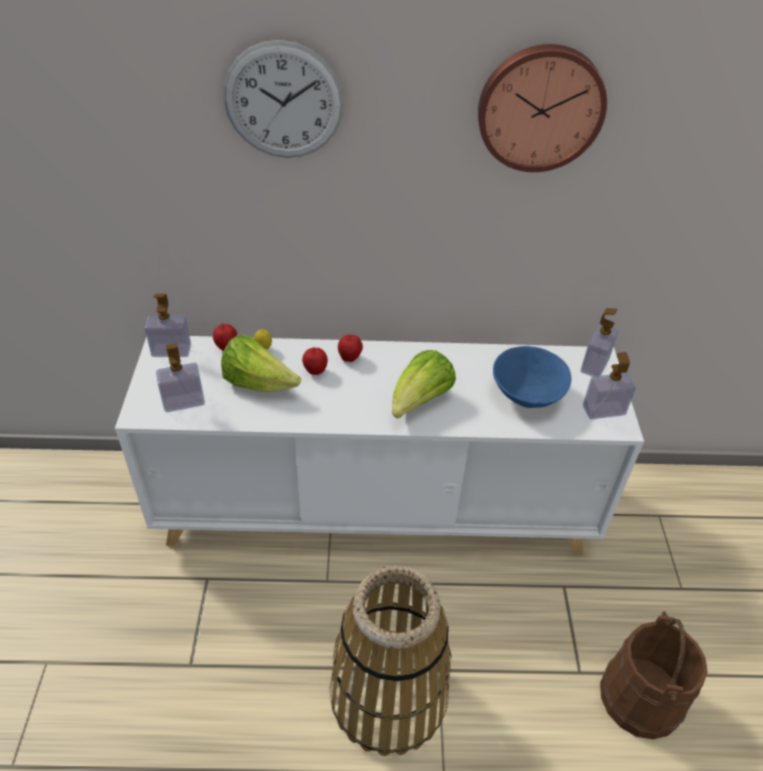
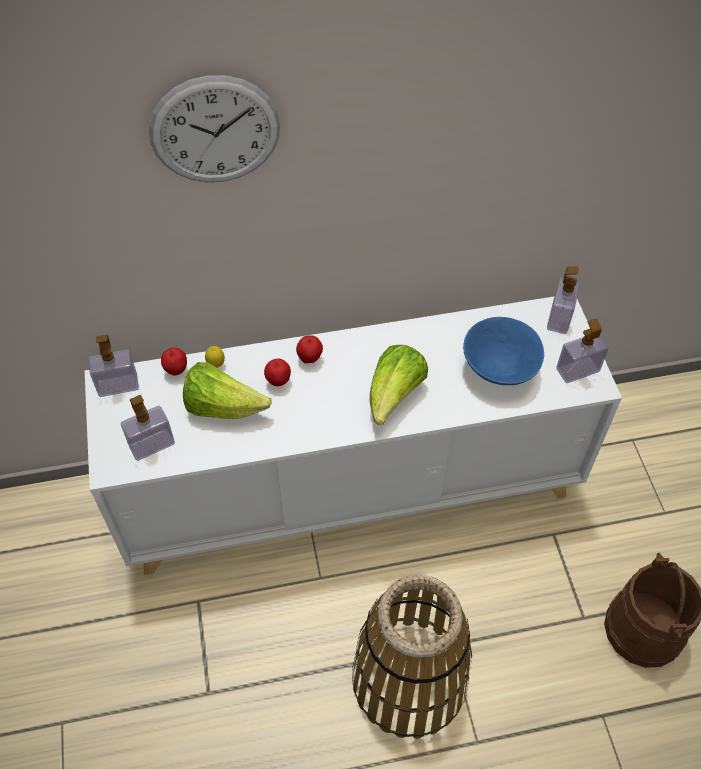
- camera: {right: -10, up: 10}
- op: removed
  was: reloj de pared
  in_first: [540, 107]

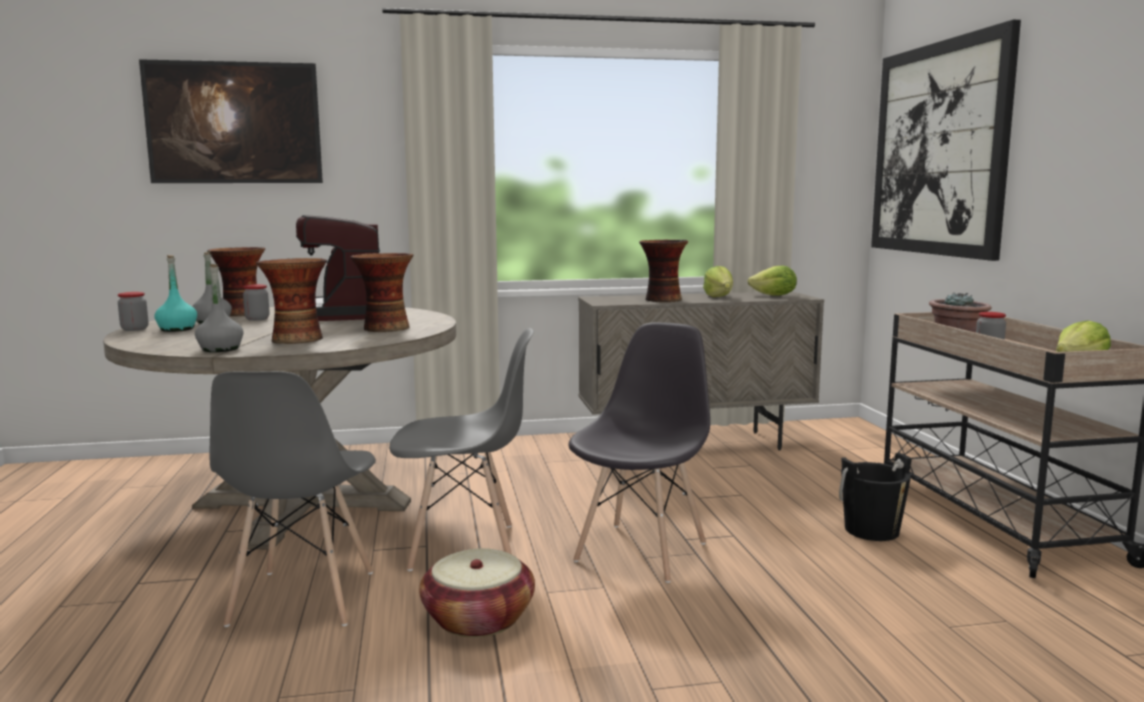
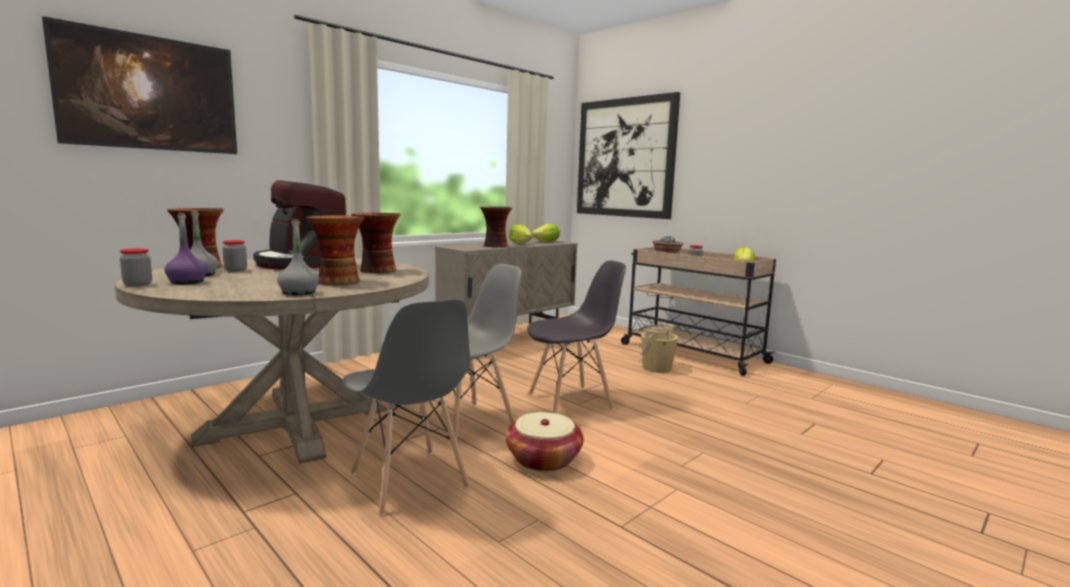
- camera: {right: -35, up: 0}
- op: recoloured
  was: botella (turquesa)
  now: botella (morado)
  in_first: [177, 329]
  in_second: [187, 282]
- op: turned
  was: silla (gris)
  in_first: [641, 551]
  in_second: [571, 401]
  clockwise: 75
- op: recoloured
  was: cubo (negro)
  now: cubo (beis)
  in_first: [871, 530]
  in_second: [657, 368]

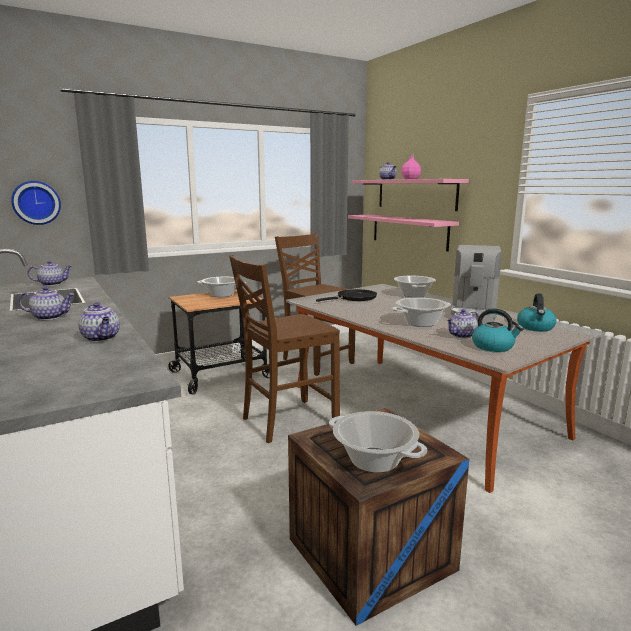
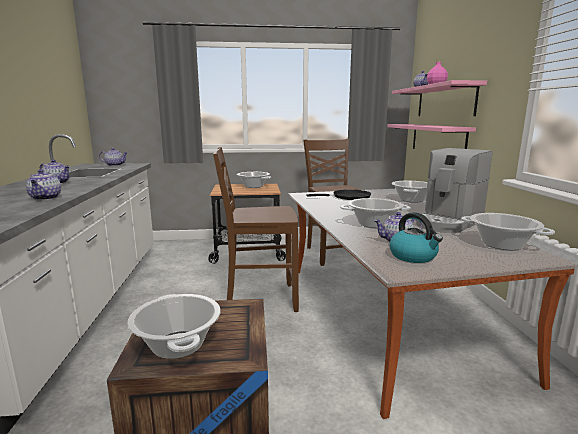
- camera: {right: 25, up: 0}
- op: removed
  was: reloj de pared
  in_first: [36, 202]
- op: replaced
  was: hervidor
  now: olla
  in_first: [535, 327]
  in_second: [502, 244]

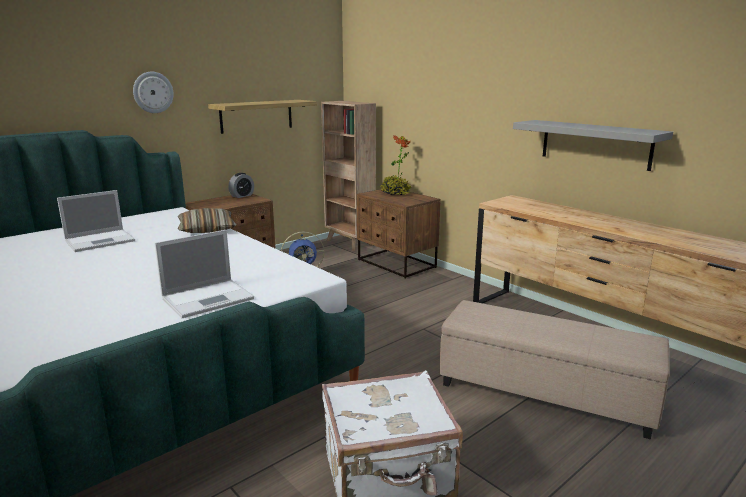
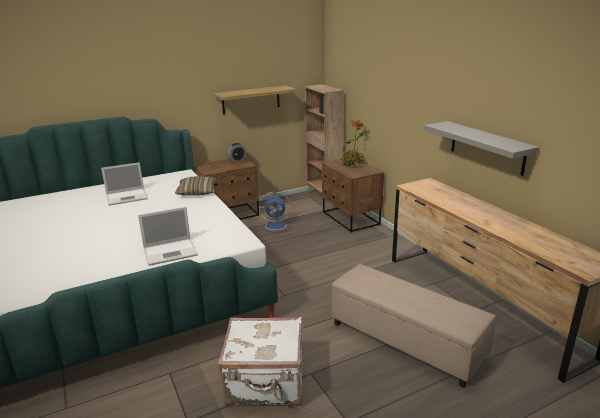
- camera: {right: 15, up: 5}
- op: removed
  was: reloj de pared
  in_first: [153, 92]

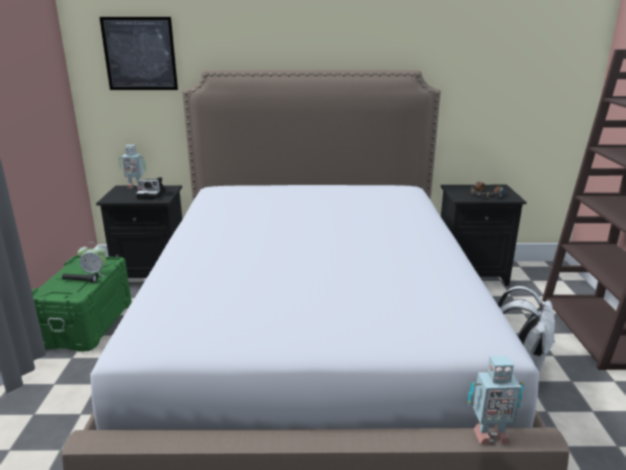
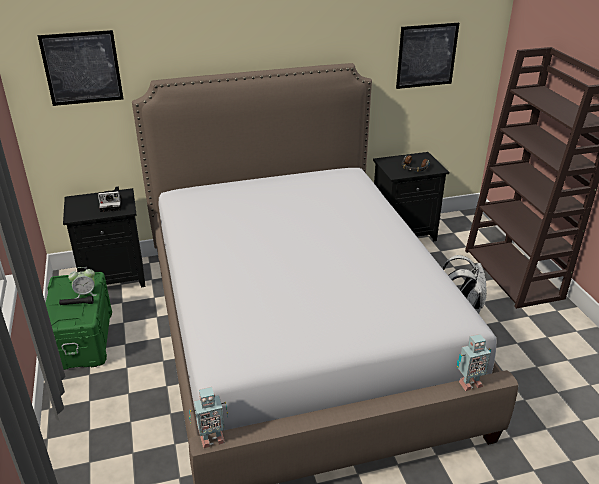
- camera: {right: -15, up: 10}
- op: moved
  was: robot de juguete
  in_first: [135, 186]
  in_second: [211, 439]
- op: added
  now: cuadro
  in_second: [426, 55]

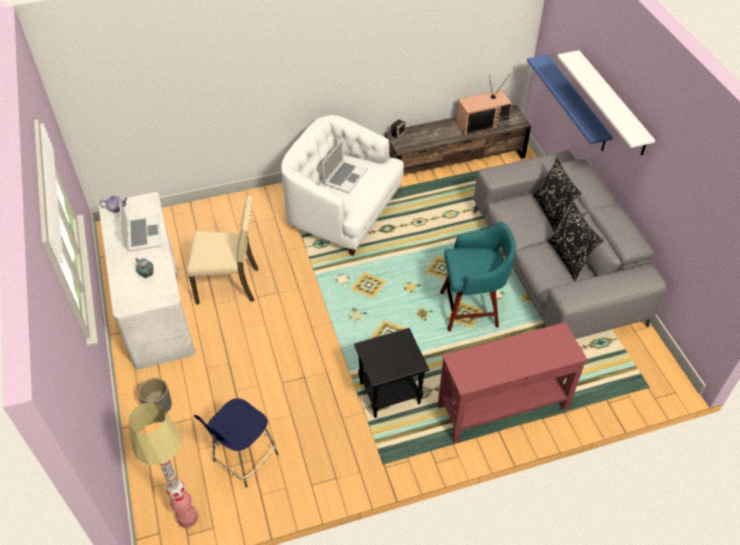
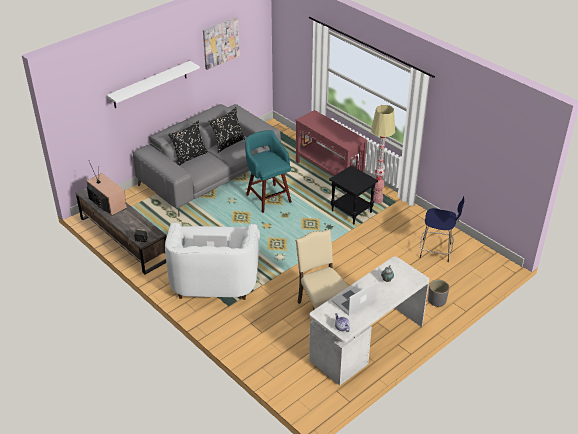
- camera: {right: -115, up: -10}
- op: removed
  was: estante (azul)
  in_first: [576, 103]
- op: moved
  was: lámpara de pie
  in_first: [187, 518]
  in_second: [377, 200]
- op: added
  now: cuadro
  in_second: [220, 42]

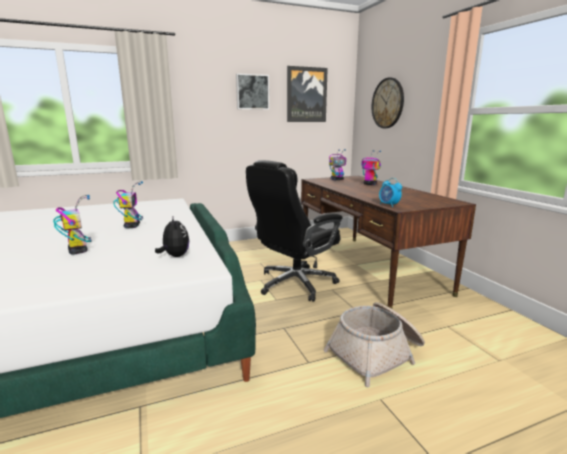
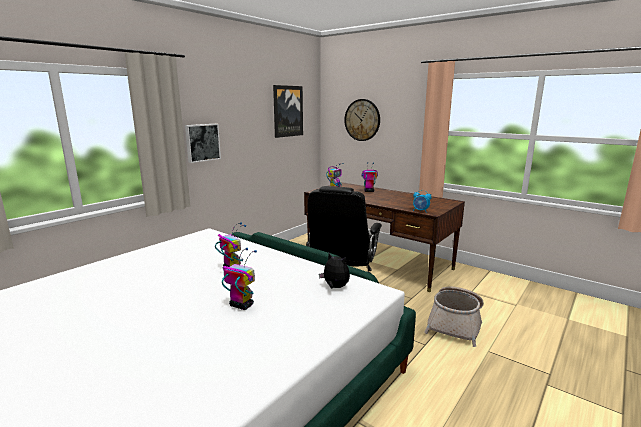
- camera: {right: -30, up: 0}
- op: moved
  was: cuadro
  in_first: [252, 92]
  in_second: [202, 142]

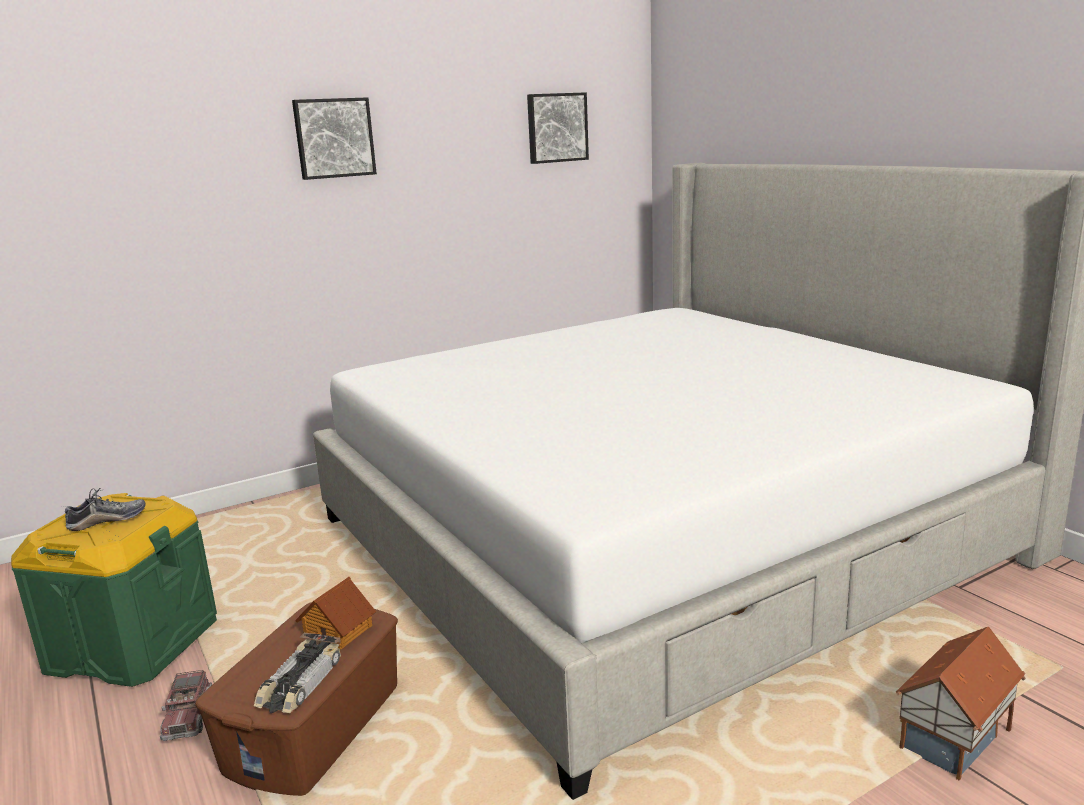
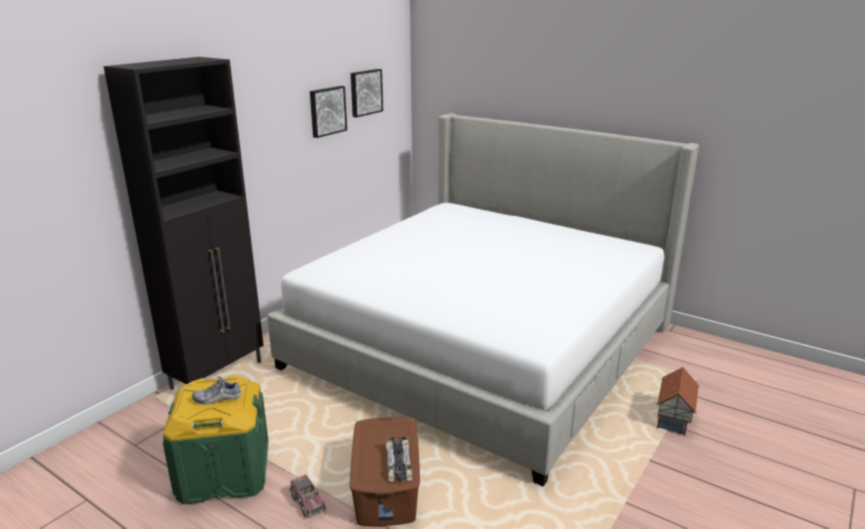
- camera: {right: -25, up: 5}
- op: moved
  was: cuadro
  in_first: [334, 138]
  in_second: [327, 111]
- op: turned
  was: zapato
  in_first: [107, 520]
  in_second: [217, 398]
  clockwise: -135
- op: removed
  was: casita
  in_first: [339, 630]
- op: added
  now: armario (negro)
  in_second: [219, 375]

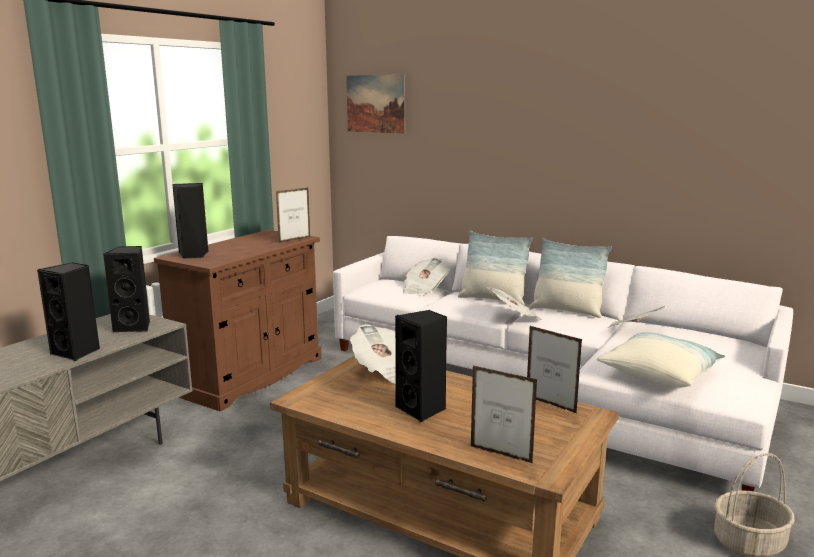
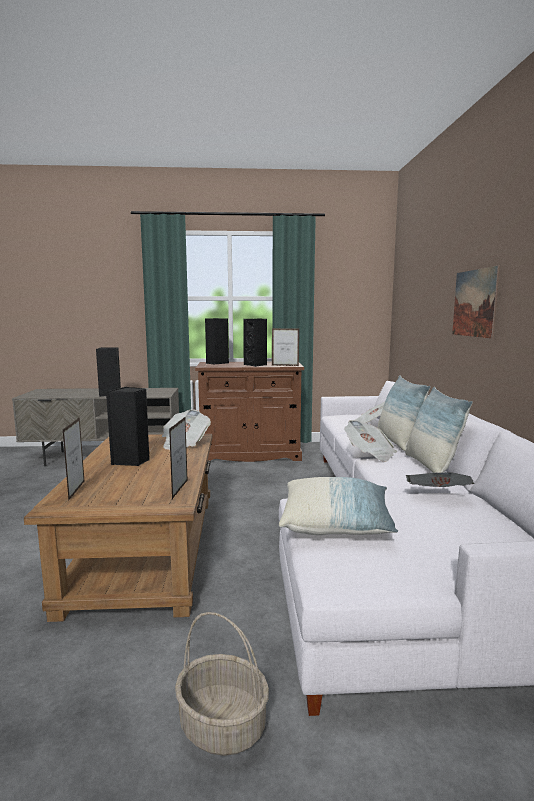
- camera: {right: 55, up: -5}
- op: moved
  was: cuadro
  in_first: [375, 104]
  in_second: [474, 303]
- op: moved
  was: altavoz (negro)
  in_first: [134, 327]
  in_second: [256, 365]

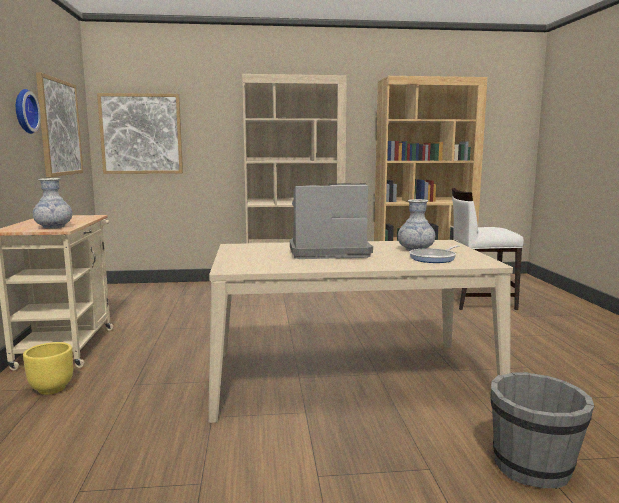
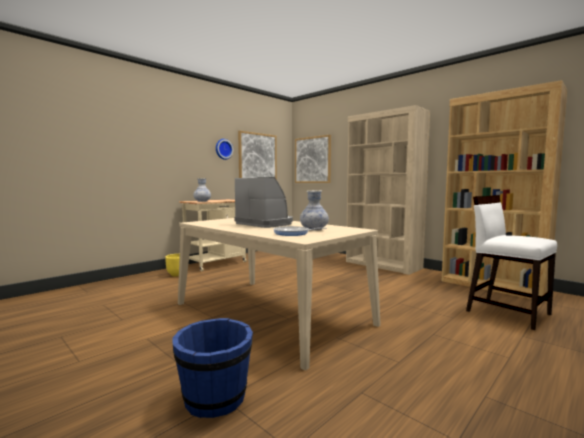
- camera: {right: 50, up: -5}
- op: recoloured
  was: cubo (gris)
  now: cubo (azul)
  in_first: [533, 467]
  in_second: [215, 399]

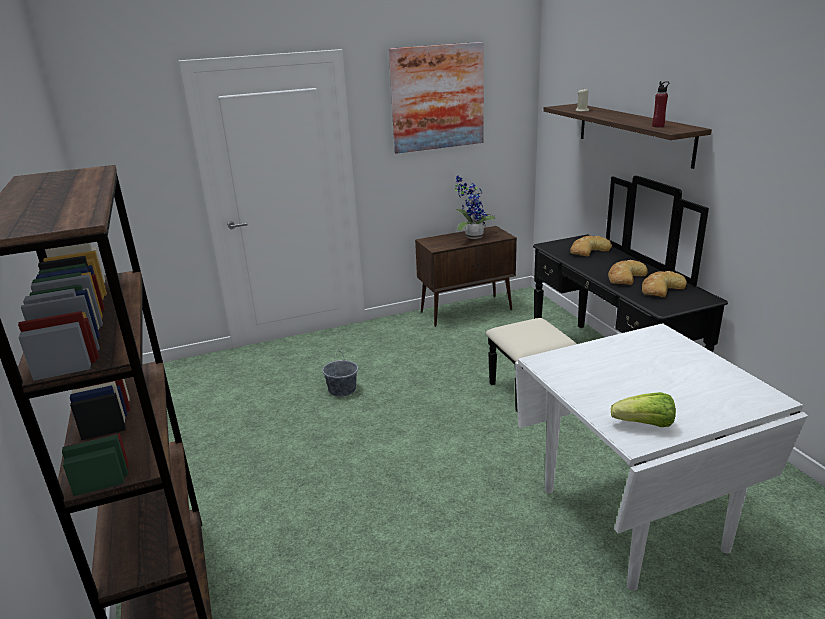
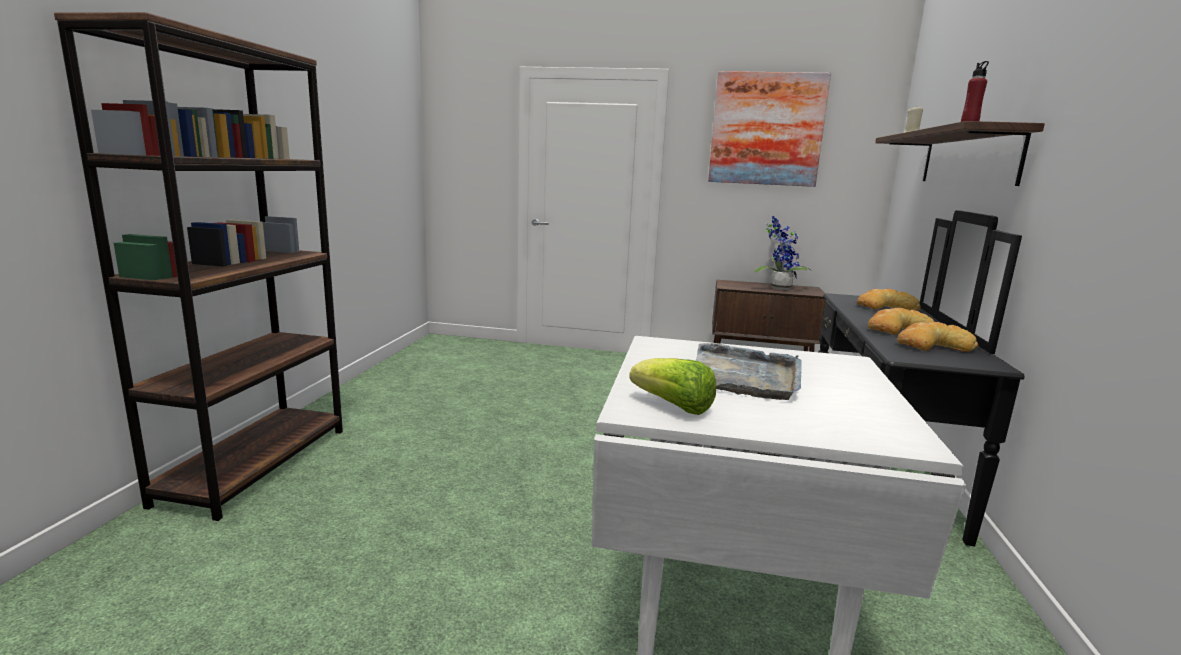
- camera: {right: 30, up: -10}
- op: removed
  was: cubo (gris)
  in_first: [342, 390]
- op: added
  now: bandeja (gris)
  in_second: [745, 376]

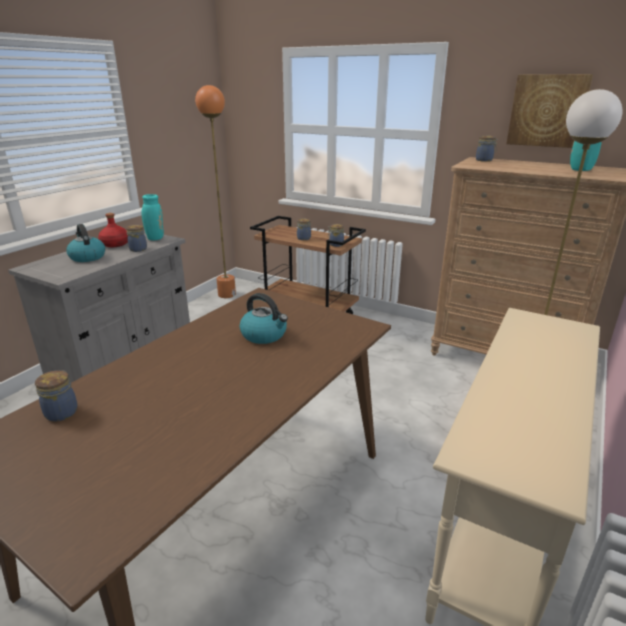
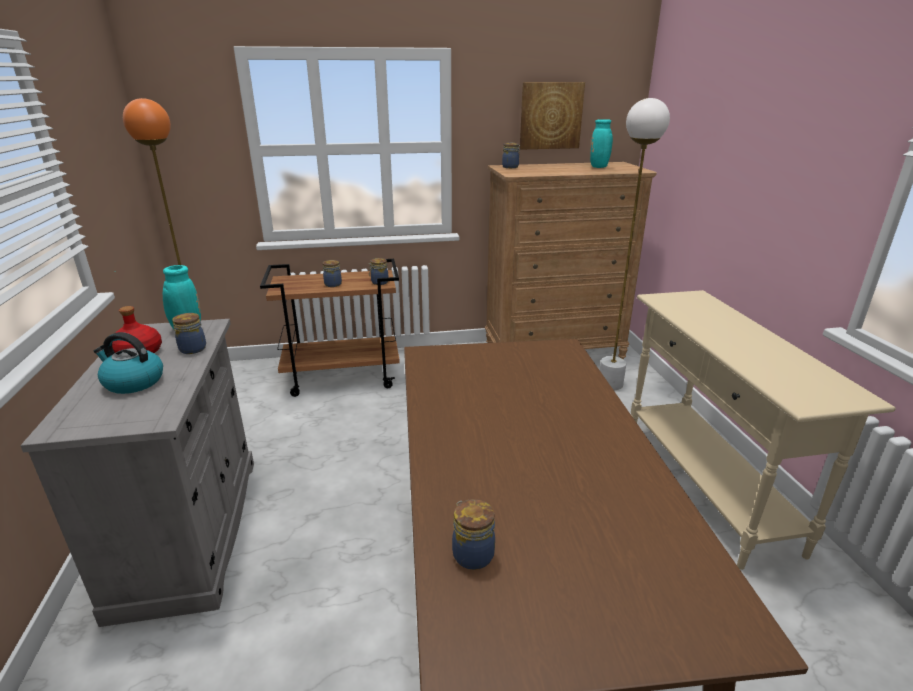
- camera: {right: -40, up: 0}
- op: removed
  was: hervidor
  in_first: [264, 335]

